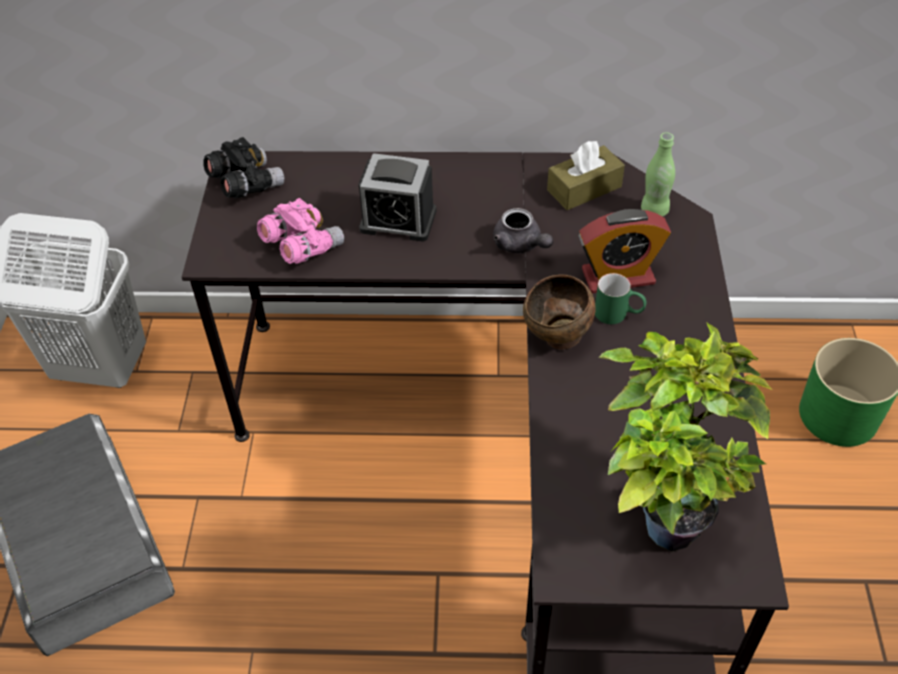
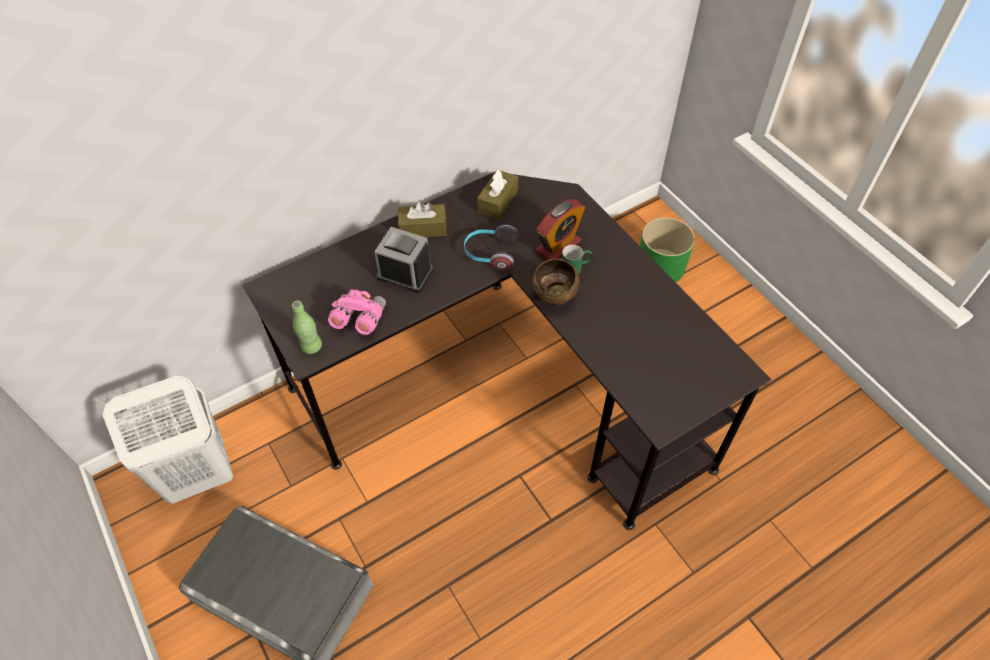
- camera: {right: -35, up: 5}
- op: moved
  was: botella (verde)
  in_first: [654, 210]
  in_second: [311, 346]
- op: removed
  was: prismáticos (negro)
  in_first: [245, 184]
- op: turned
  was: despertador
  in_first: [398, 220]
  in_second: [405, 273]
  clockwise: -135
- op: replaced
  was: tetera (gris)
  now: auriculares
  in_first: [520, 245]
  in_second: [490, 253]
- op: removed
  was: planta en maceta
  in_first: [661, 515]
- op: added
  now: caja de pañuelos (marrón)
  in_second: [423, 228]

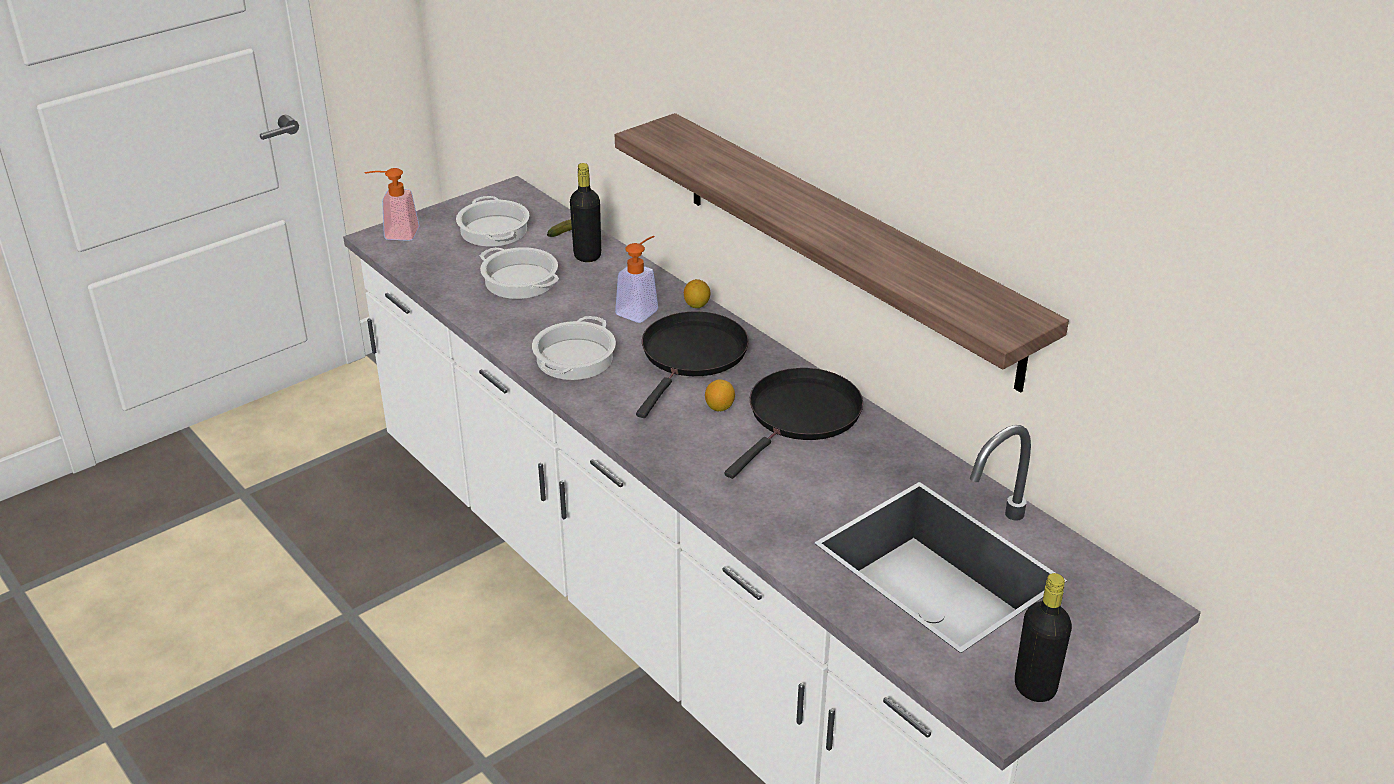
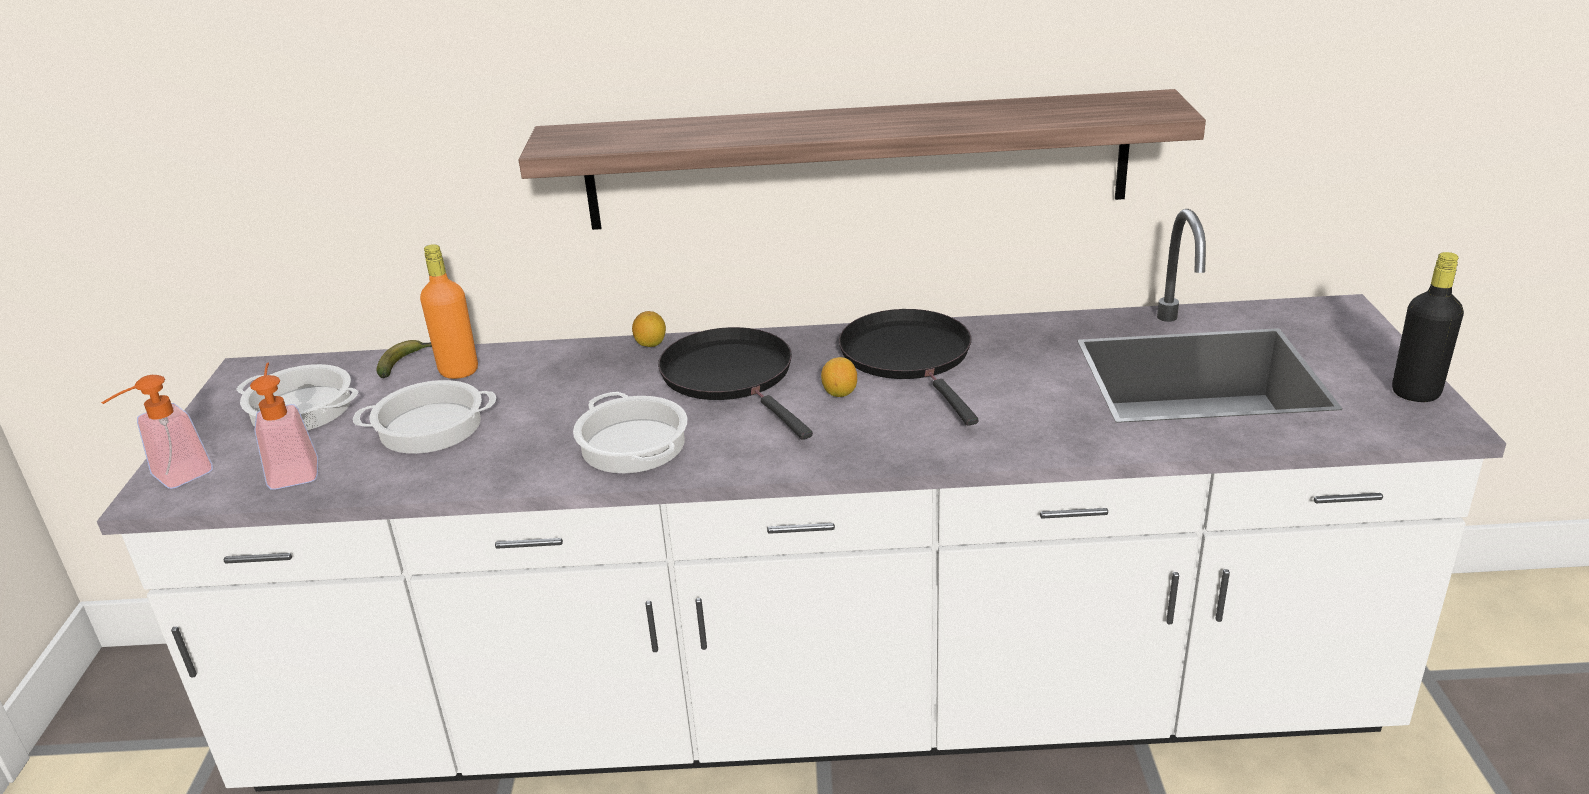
- camera: {right: -50, up: -5}
- op: recoloured
  was: botella (negro)
  now: botella (naranja)
  in_first: [587, 256]
  in_second: [458, 371]
- op: moved
  was: dispensador de jabón
  in_first: [641, 309]
  in_second: [294, 469]

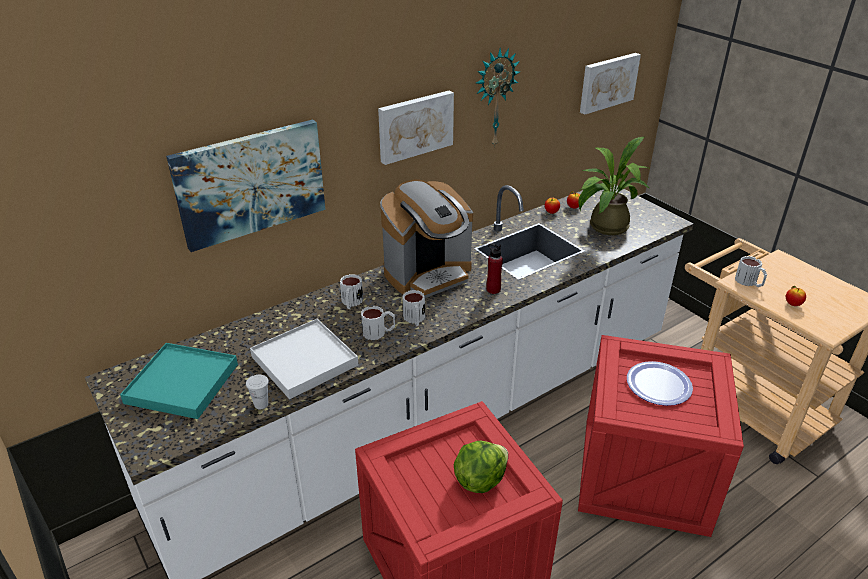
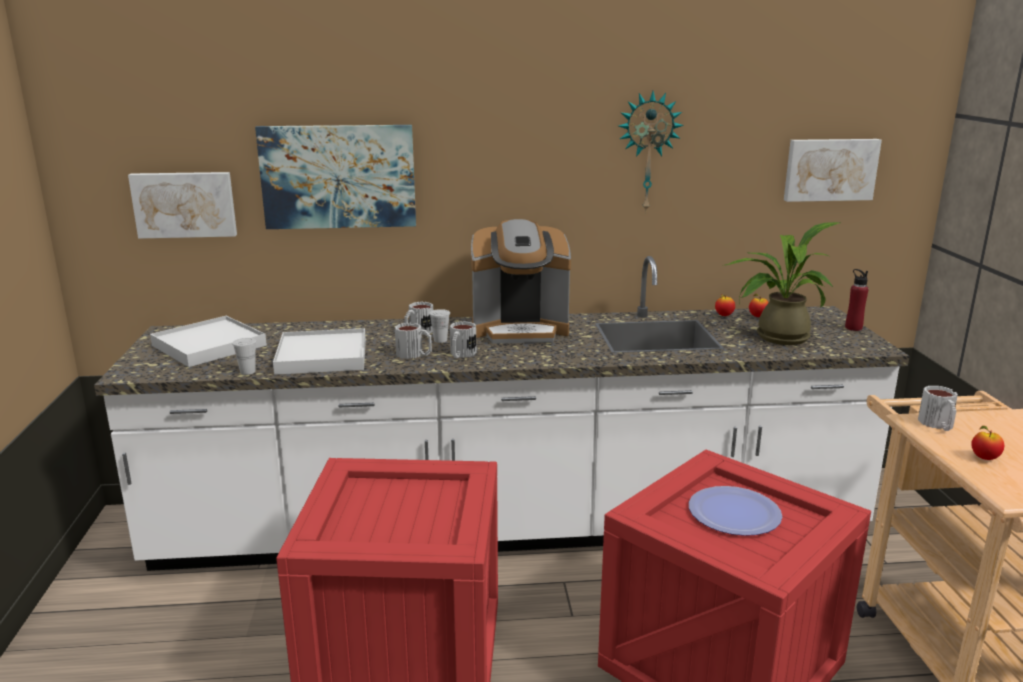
- camera: {right: 30, up: -15}
- op: moved
  was: cuadro
  in_first: [415, 126]
  in_second: [185, 204]
- op: moved
  was: botella (rojo)
  in_first: [493, 289]
  in_second: [853, 328]
- op: recoloured
  was: bandeja (turquesa)
  now: bandeja (blanco)
  in_first: [182, 383]
  in_second: [209, 345]
- op: removed
  was: lechuga
  in_first: [479, 480]
- op: added
  now: taza (blanco)
  in_second: [440, 340]

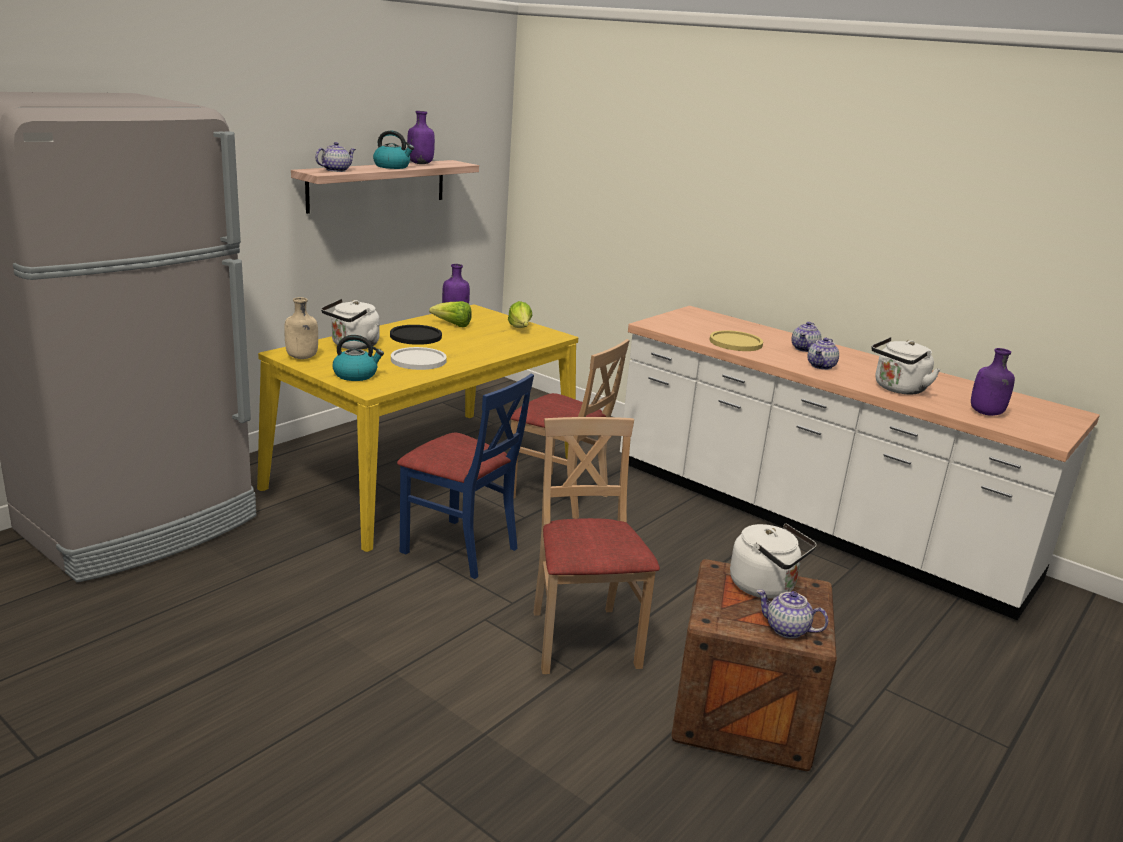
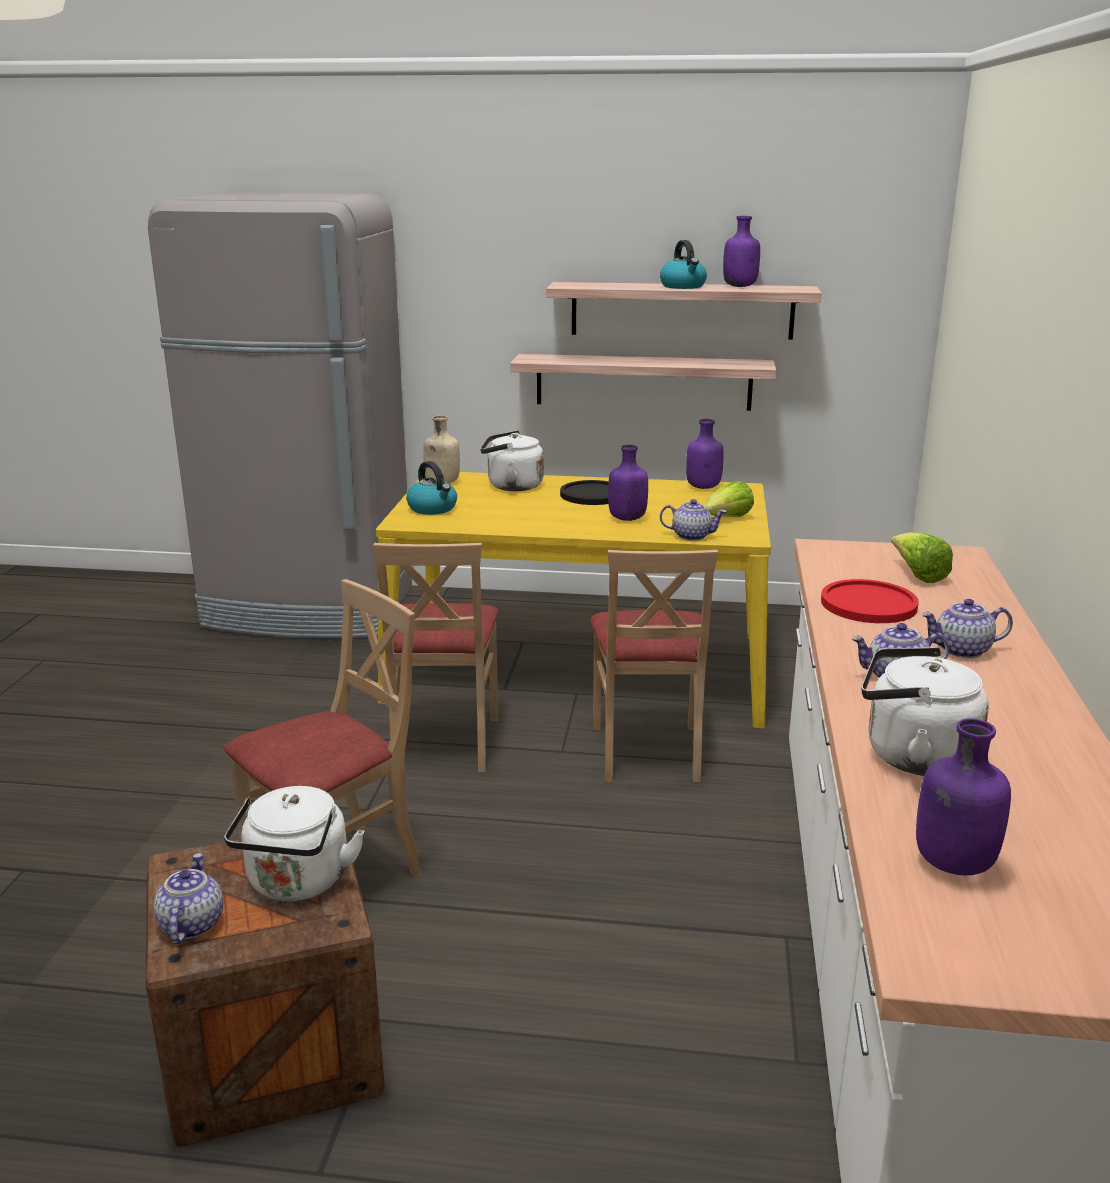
- camera: {right: 60, up: 0}
- op: moved
  was: tetera
  in_first: [336, 170]
  in_second: [692, 536]
- op: moved
  was: lechuga
  in_first: [453, 325]
  in_second: [918, 575]
- op: recoloured
  was: plato (amarillo)
  now: plato (rojo)
  in_first: [735, 342]
  in_second: [868, 604]
- op: removed
  was: plato (blanco)
  in_first: [418, 360]
- op: recoloured
  was: silla (azul)
  now: silla (beis)
  in_first: [460, 549]
  in_second: [442, 742]
- op: added
  now: estante
  in_second: [643, 382]
- op: added
  now: botella (morado)
  in_second: [626, 518]

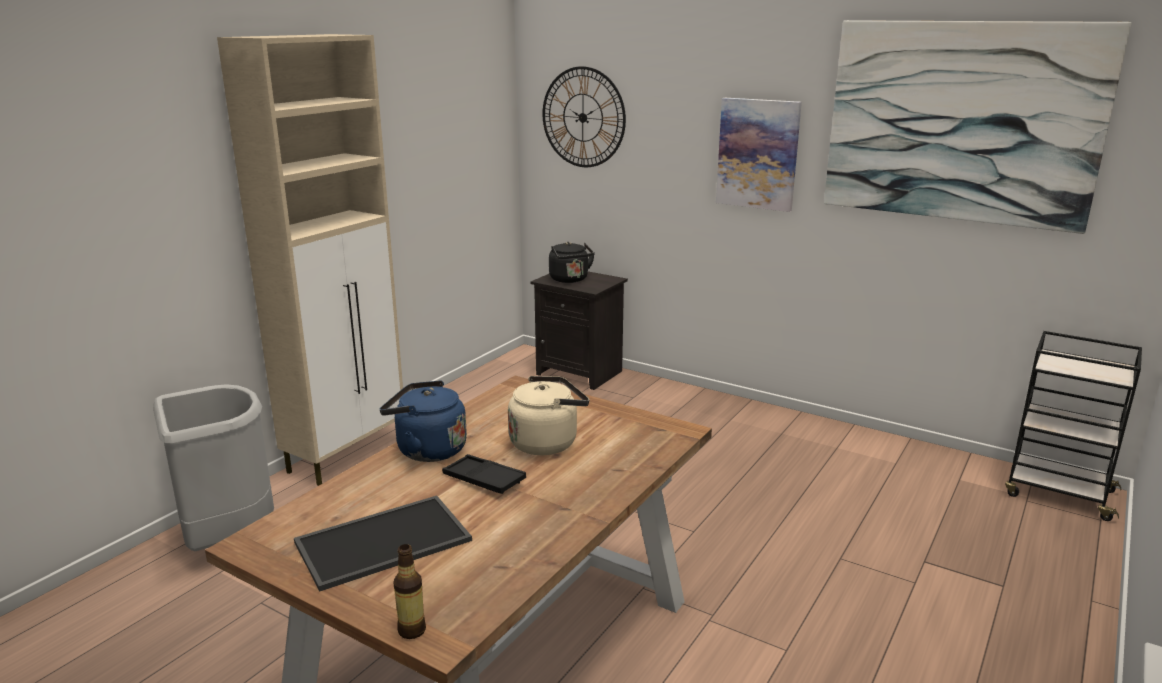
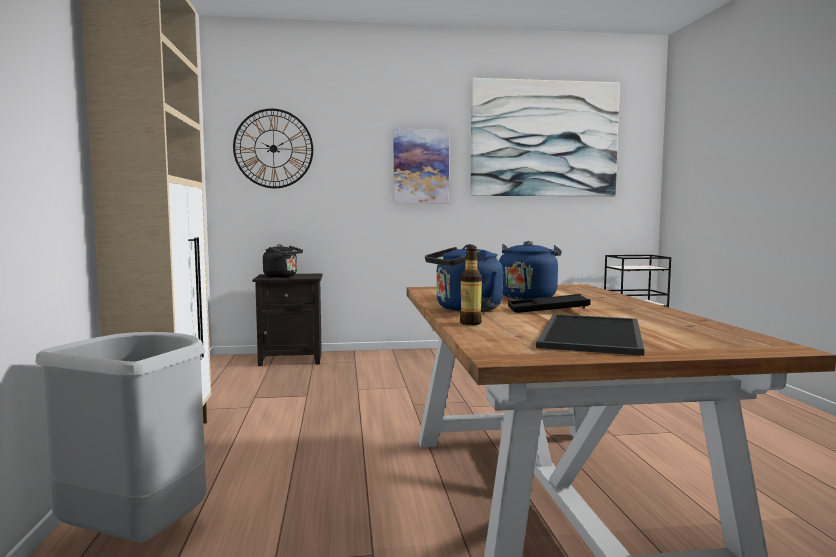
- camera: {right: -40, up: -15}
- op: recoloured
  was: hervidor (beis)
  now: hervidor (azul)
  in_first: [547, 442]
  in_second: [527, 297]
- op: moved
  was: botella
  in_first: [412, 630]
  in_second: [470, 323]

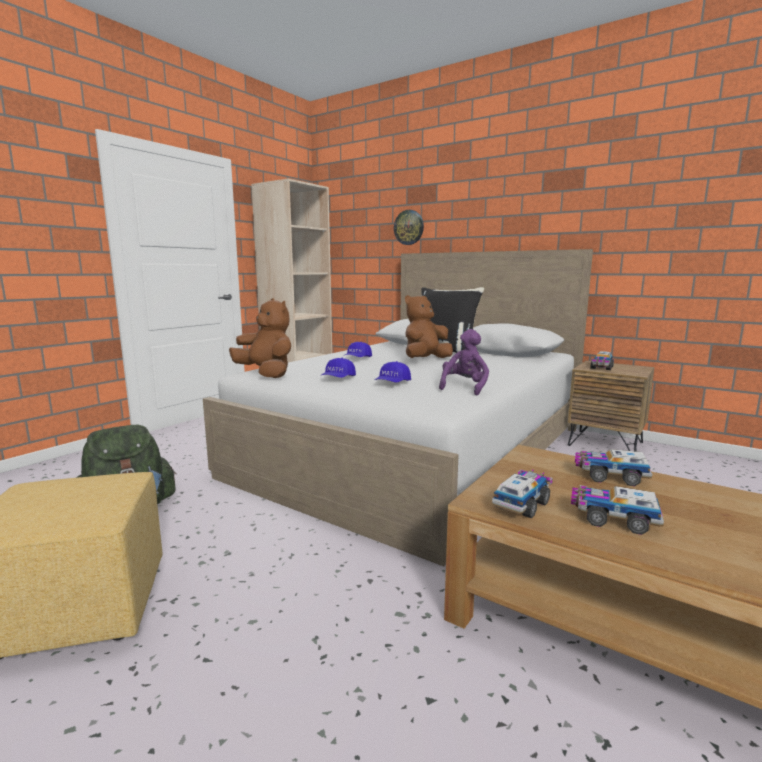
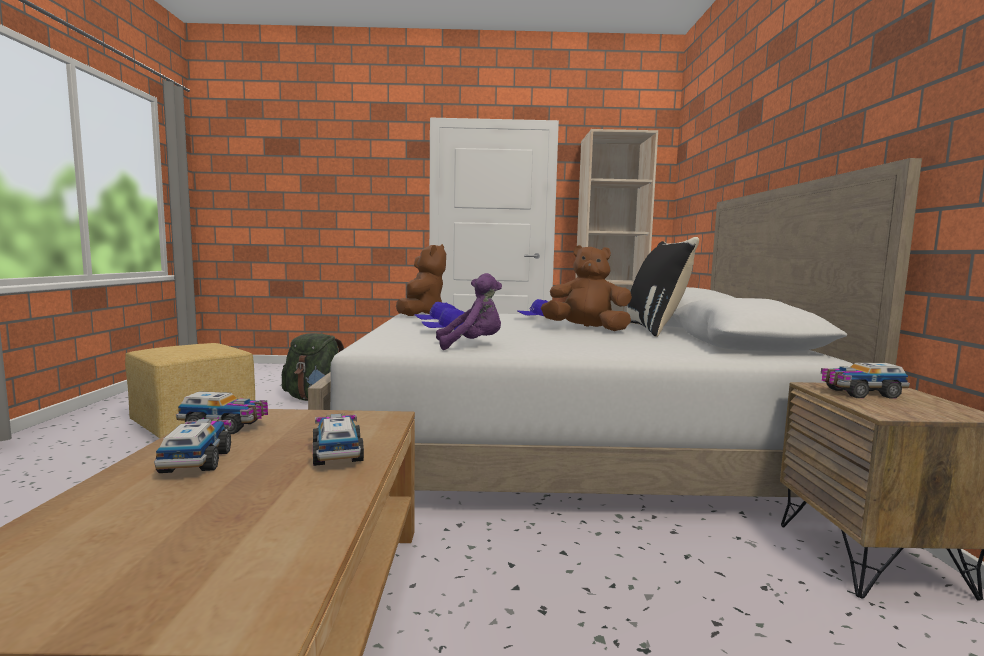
- camera: {right: 55, up: -5}
- op: removed
  was: reloj de pared
  in_first: [409, 227]

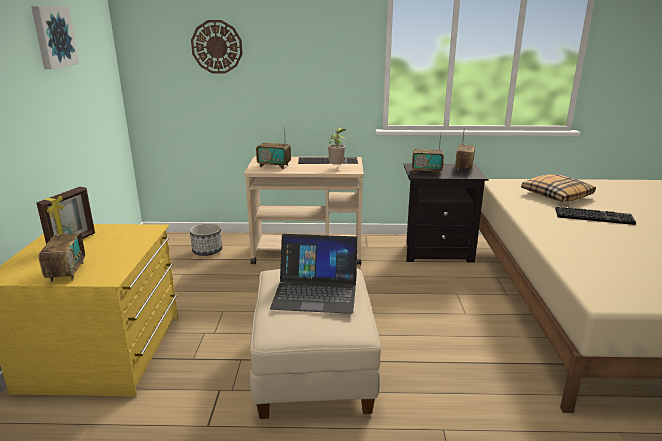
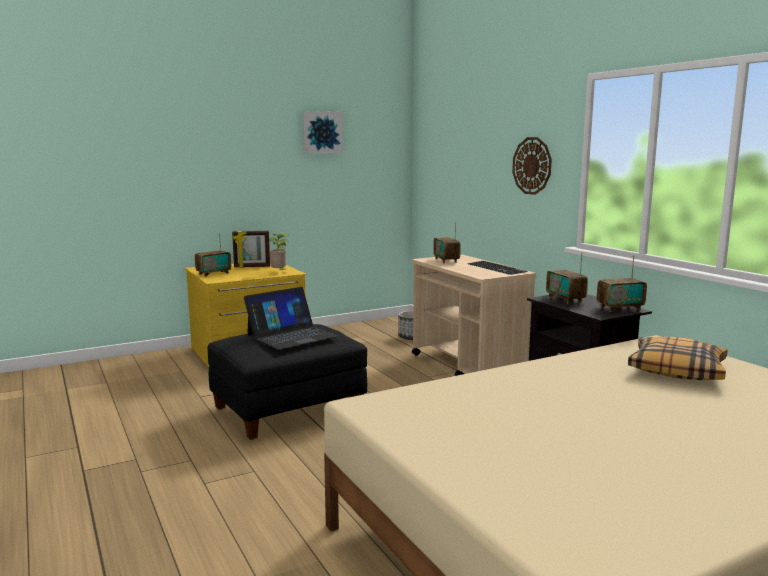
- camera: {right: 60, up: -10}
- op: moved
  was: reloj de pared
  in_first: [217, 47]
  in_second: [532, 165]
- op: moved
  was: planta en maceta
  in_first: [337, 168]
  in_second: [279, 272]
- op: removed
  was: teclado
  in_first: [594, 216]
- op: turned
  was: portátil
  in_first: [316, 291]
  in_second: [291, 335]
  clockwise: -105
- op: recoloured
  was: puf (beis)
  now: puf (negro)
  in_first: [312, 369]
  in_second: [288, 410]

